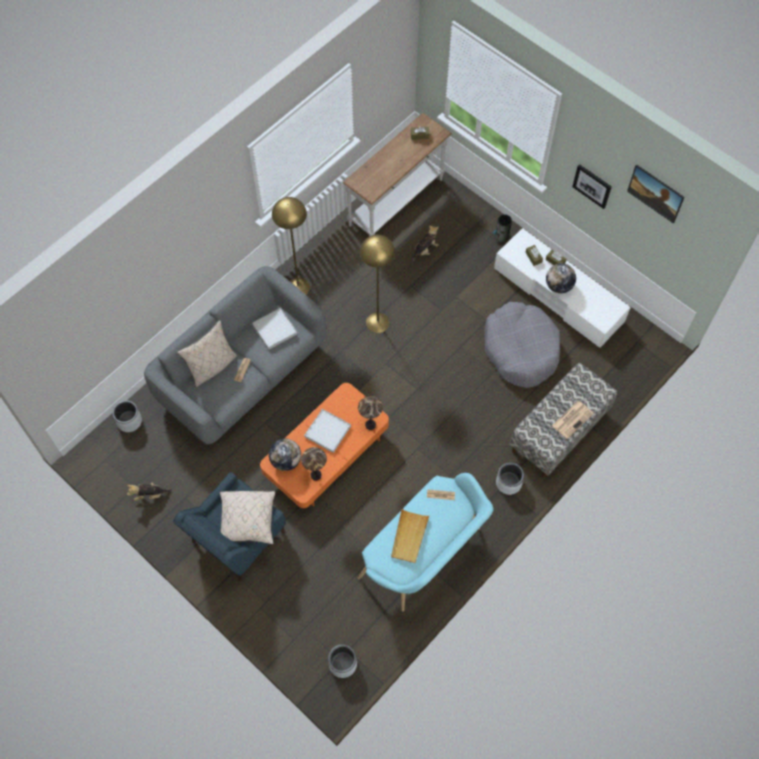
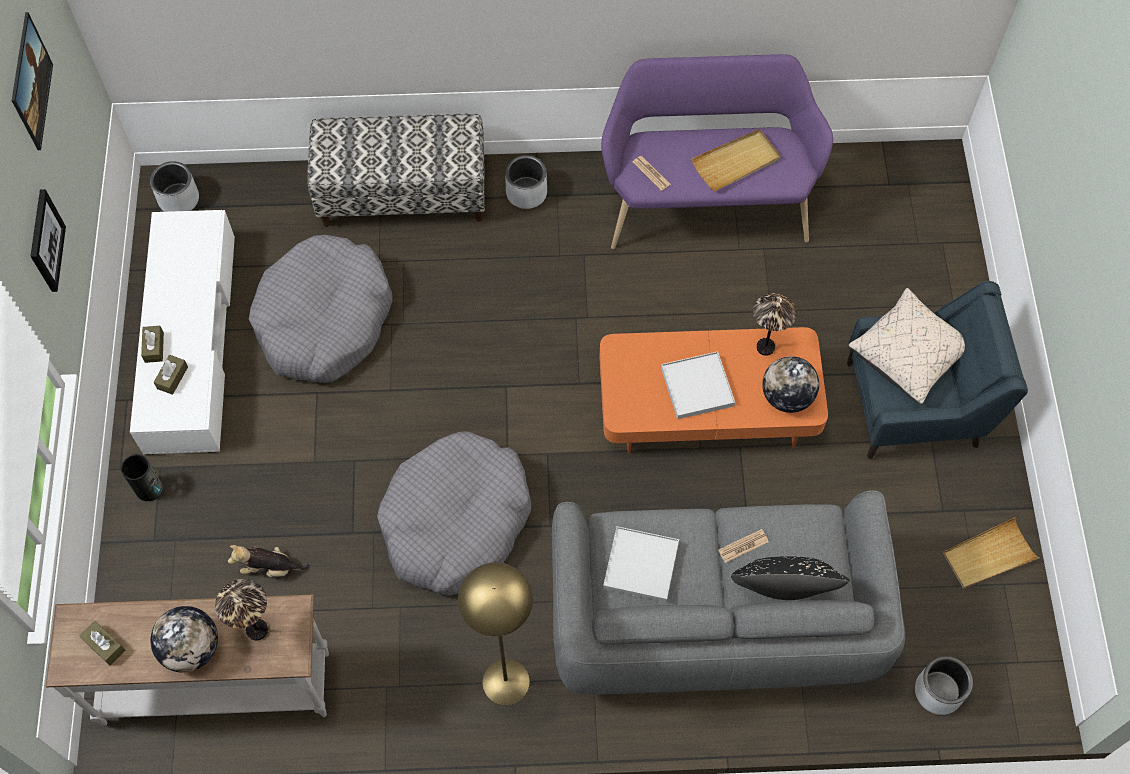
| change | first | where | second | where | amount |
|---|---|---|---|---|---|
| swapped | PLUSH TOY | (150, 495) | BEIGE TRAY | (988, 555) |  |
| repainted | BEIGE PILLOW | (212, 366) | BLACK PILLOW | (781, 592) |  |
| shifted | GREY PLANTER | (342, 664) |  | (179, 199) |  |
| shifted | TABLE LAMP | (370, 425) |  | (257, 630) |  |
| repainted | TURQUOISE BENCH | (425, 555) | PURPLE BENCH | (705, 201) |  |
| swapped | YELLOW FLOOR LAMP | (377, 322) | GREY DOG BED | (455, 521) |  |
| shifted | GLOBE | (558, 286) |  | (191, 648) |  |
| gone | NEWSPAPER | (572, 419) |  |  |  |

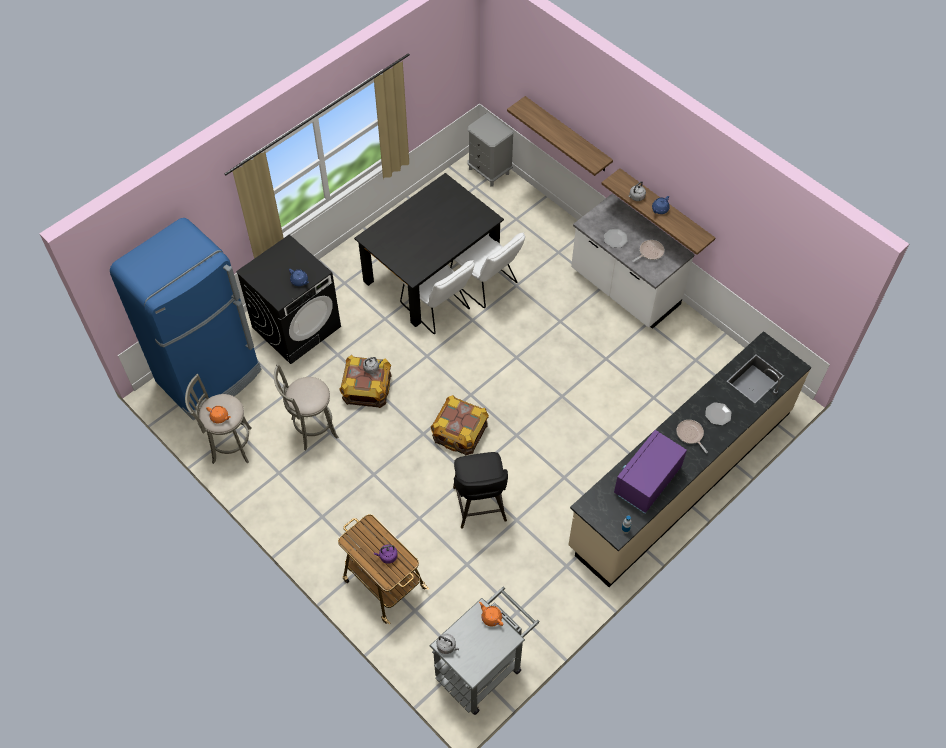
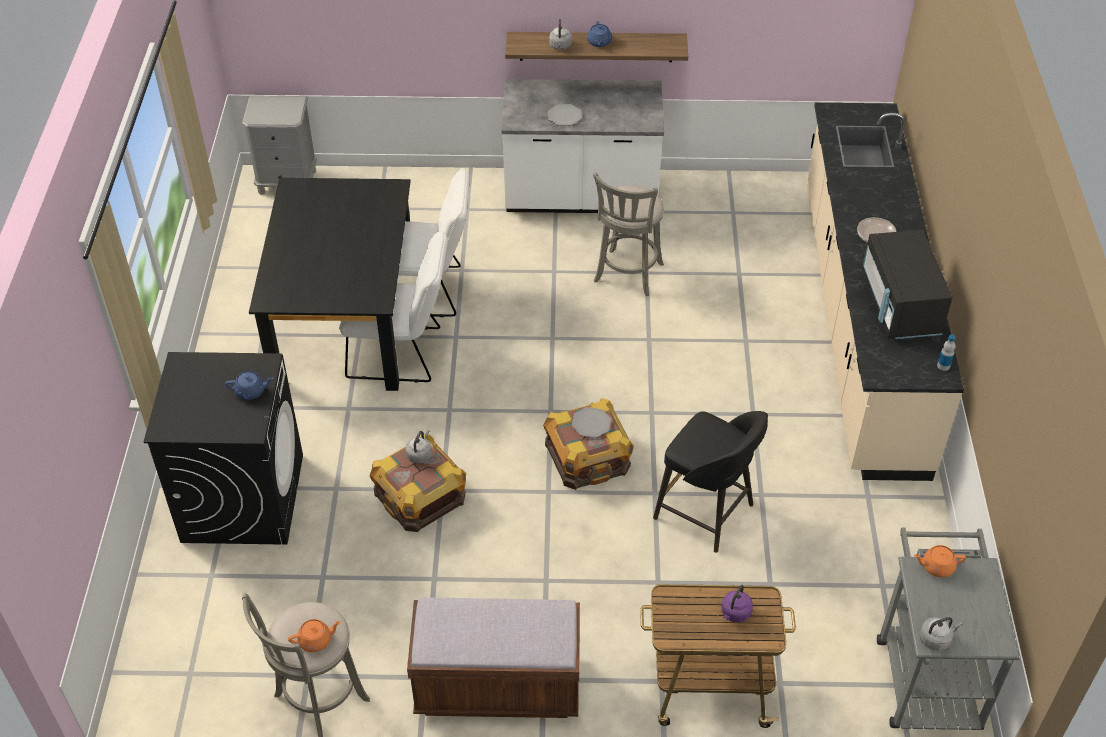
| change | first | where | second | where | amount |
|---|---|---|---|---|---|
| gone | BLUE FRIDGE | (210, 376) |  |  |  |
| shifted | GREY STOOL | (311, 429) |  | (627, 275) |  |
| gone | SHELF | (567, 135) |  |  |  |
| repainted | PURPLE MICROWAVE | (647, 481) | BLACK MICROWAVE | (899, 306) |  |
| gone | FRYING PAN | (650, 252) |  |  |  |
| shifted | PLATE | (718, 414) |  | (591, 423) |  |
| new |  |  | BROWN BENCH | (497, 686) |  |

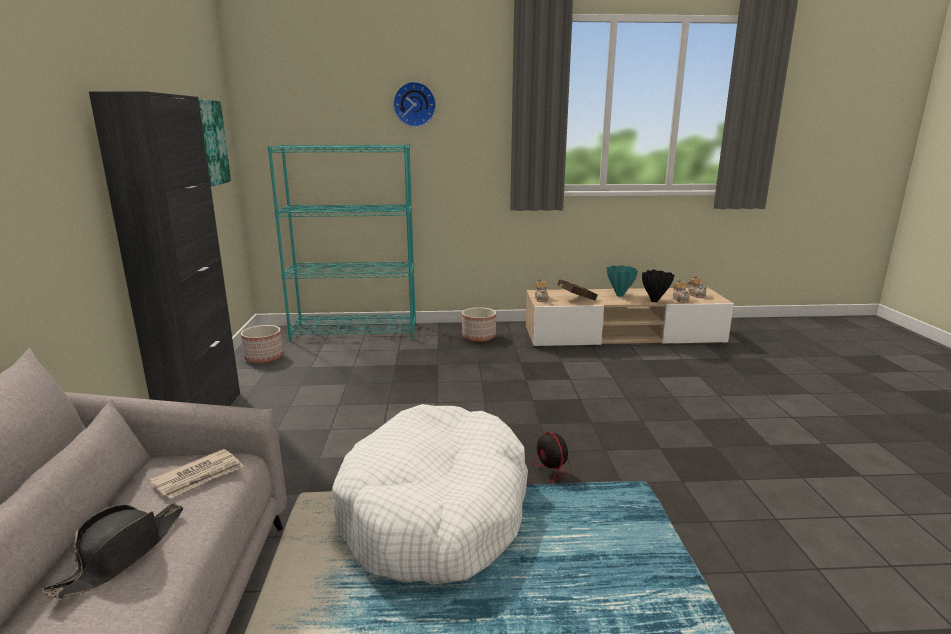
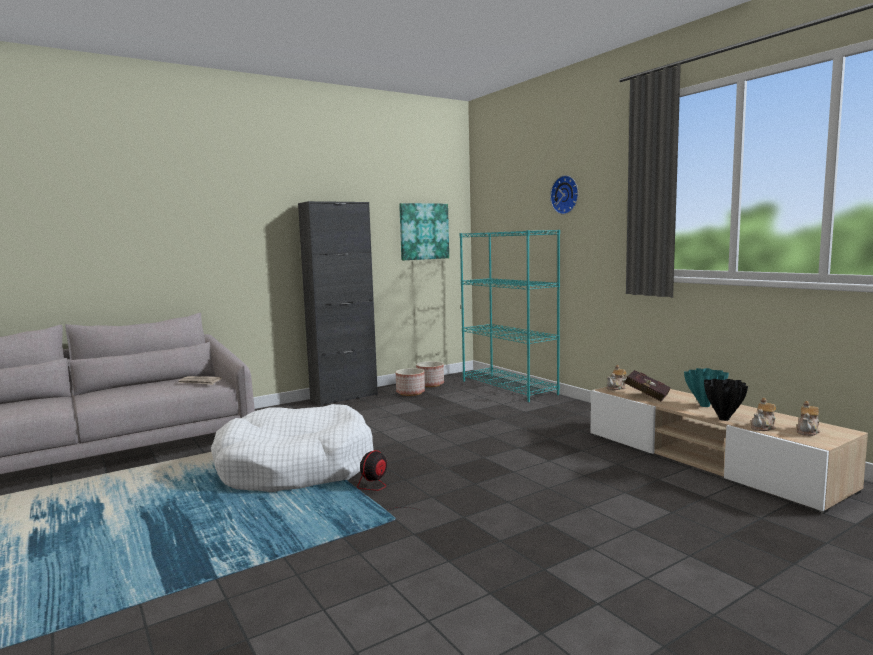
| change | first | where | second | where | amount |
|---|---|---|---|---|---|
| gone | BLACK HAT | (123, 554) |  |  |  |
| shifted | PLANTER | (478, 337) |  | (410, 393) |  |

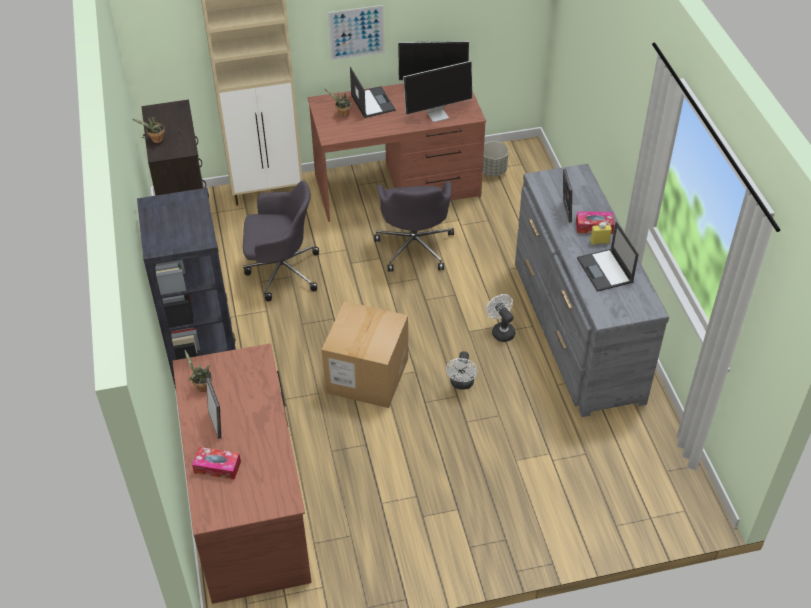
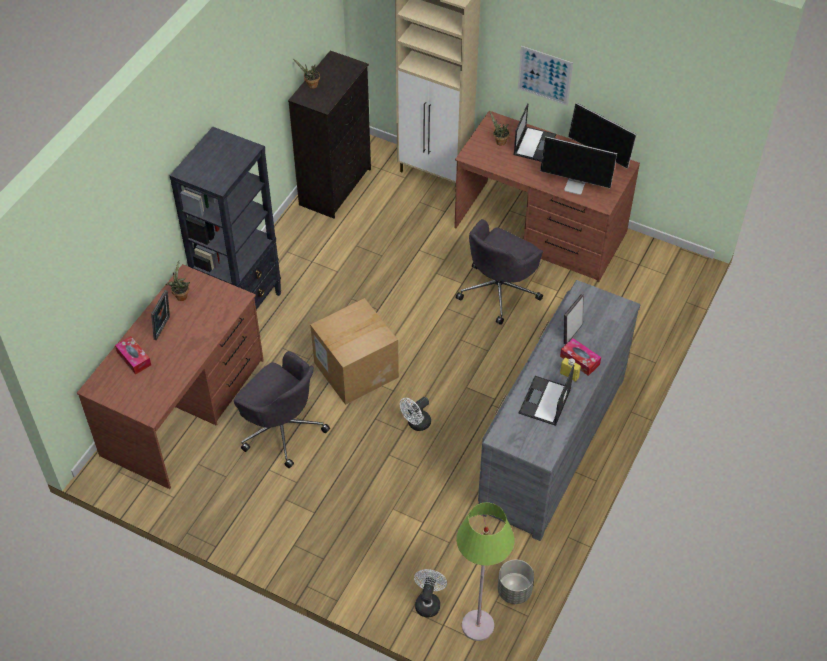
| change | first | where | second | where | amount |
|---|---|---|---|---|---|
| shifted | GREY OFFICE CHAIR | (281, 271) |  | (281, 428) |  |
| shifted | GREY PLANTER | (493, 170) |  | (514, 591) |  |
| shifted | WHITE FAN | (501, 331) |  | (428, 602) |  |
| new |  |  | GREEN FLOOR LAMP | (477, 625) |  |

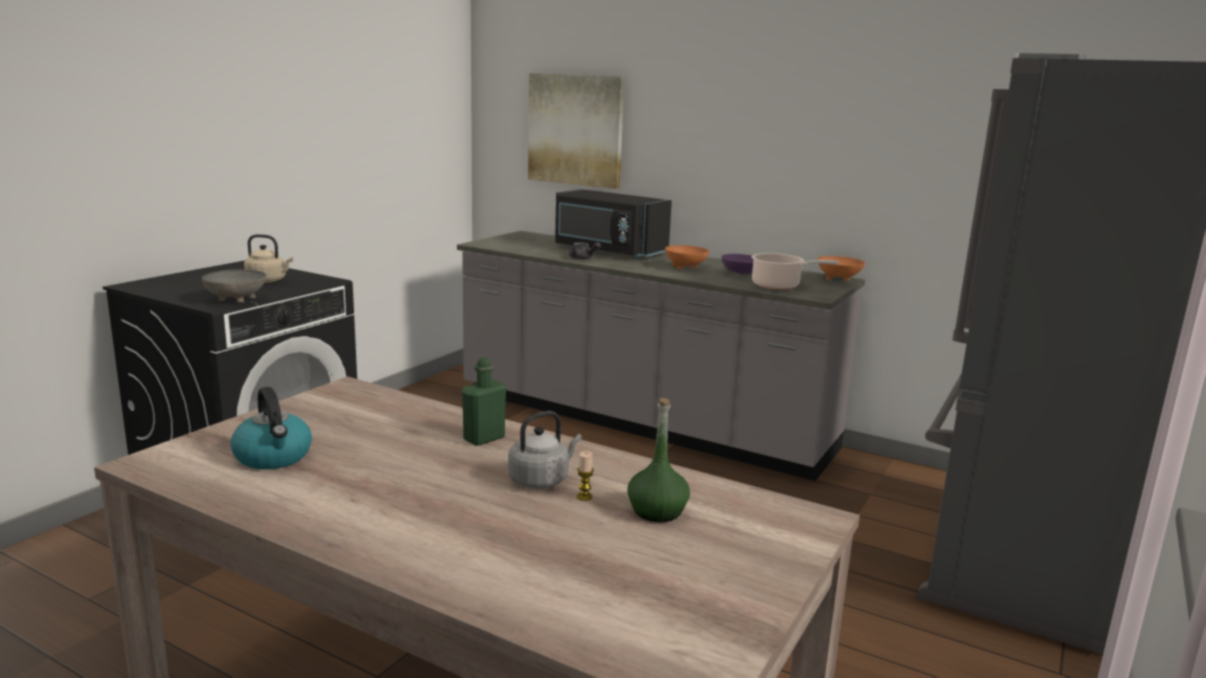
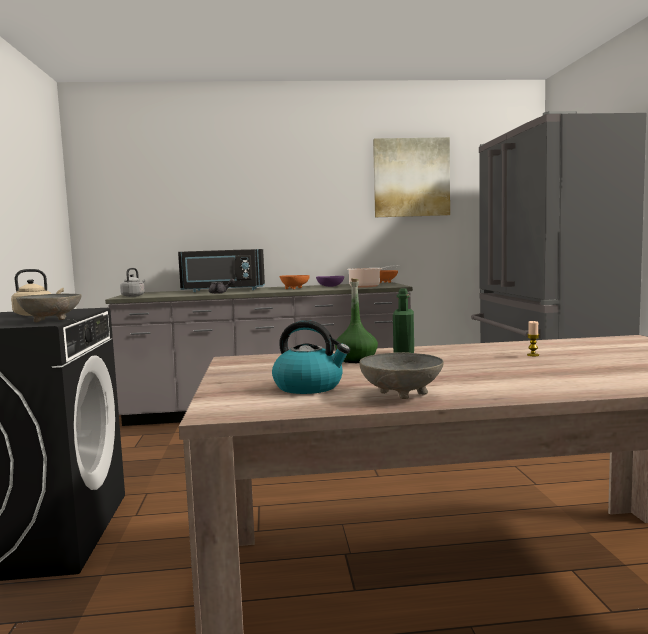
| change | first | where | second | where | amount |
|---|---|---|---|---|---|
| shifted | GREY KETTLE | (541, 480) |  | (134, 296) |  |
| shifted | PICTURE | (575, 130) |  | (411, 177) |  |
| shifted | GREEN BOTTLE | (657, 511) |  | (356, 360) |  |
| new |  |  | GREY BOWL | (399, 395) |  |

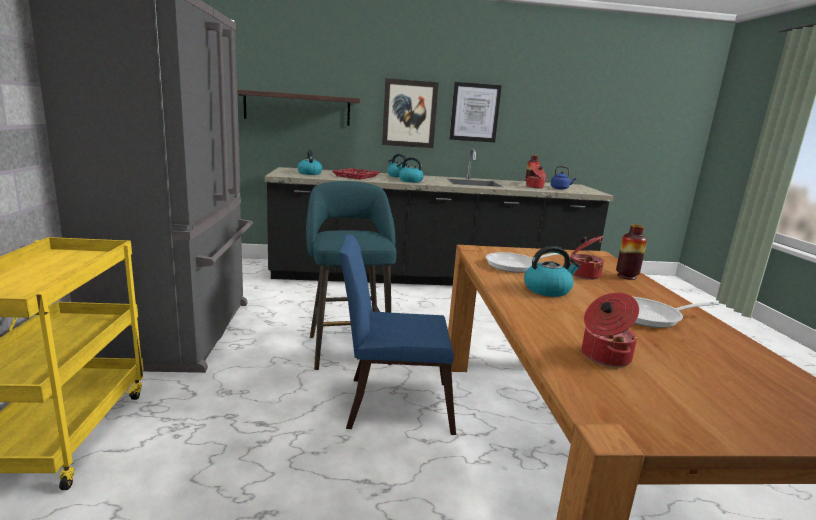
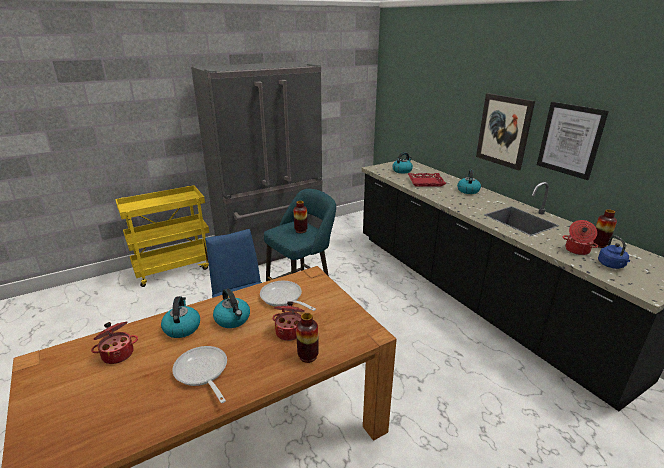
| change | first | where | second | where | amount |
|---|---|---|---|---|---|
| gone | SHELF | (297, 108) |  |  |  |
| shifted | KETTLE | (410, 181) |  | (182, 328) |  |
| new |  |  | VASE | (301, 231) |  |

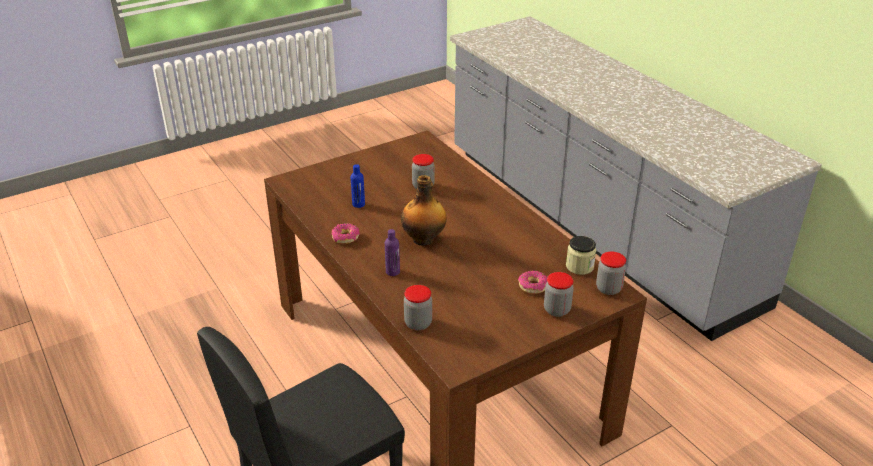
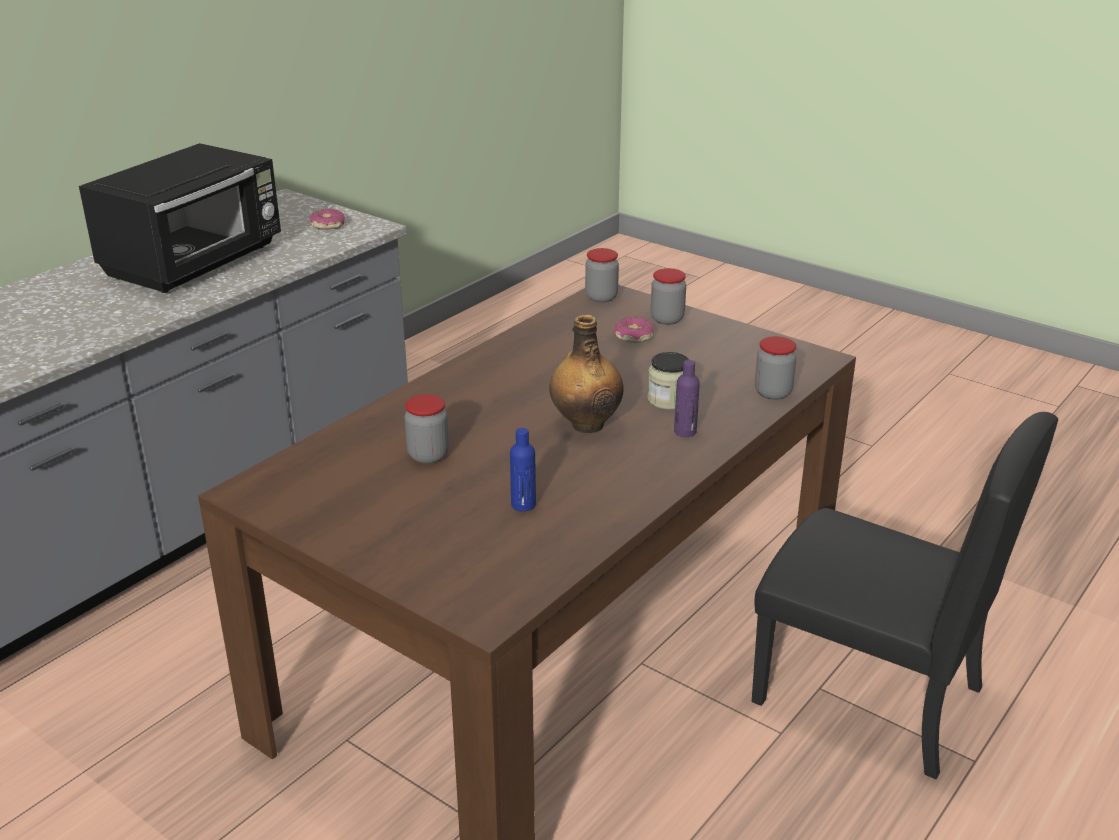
| change | first | where | second | where | amount |
|---|---|---|---|---|---|
| shifted | DONUT | (346, 237) |  | (328, 225) |  |
| shifted | JAR | (579, 266) |  | (668, 400) |  |
| new |  |  | BLACK MICROWAVE | (196, 262) |  |

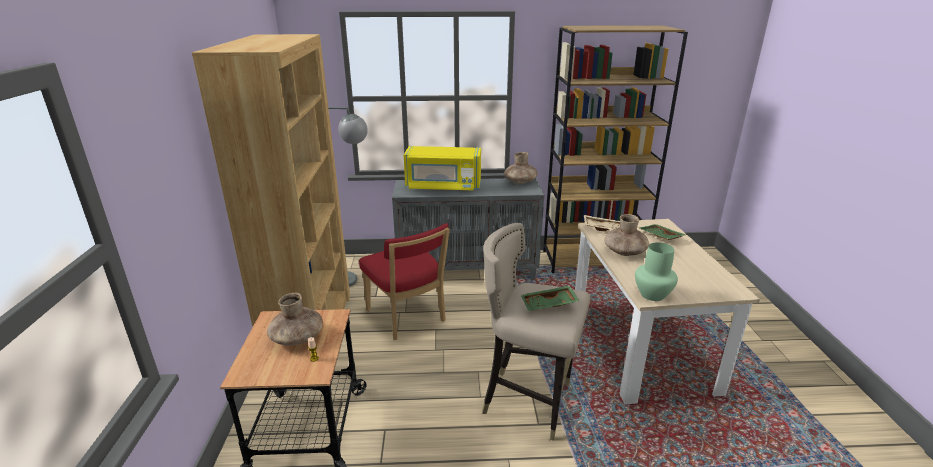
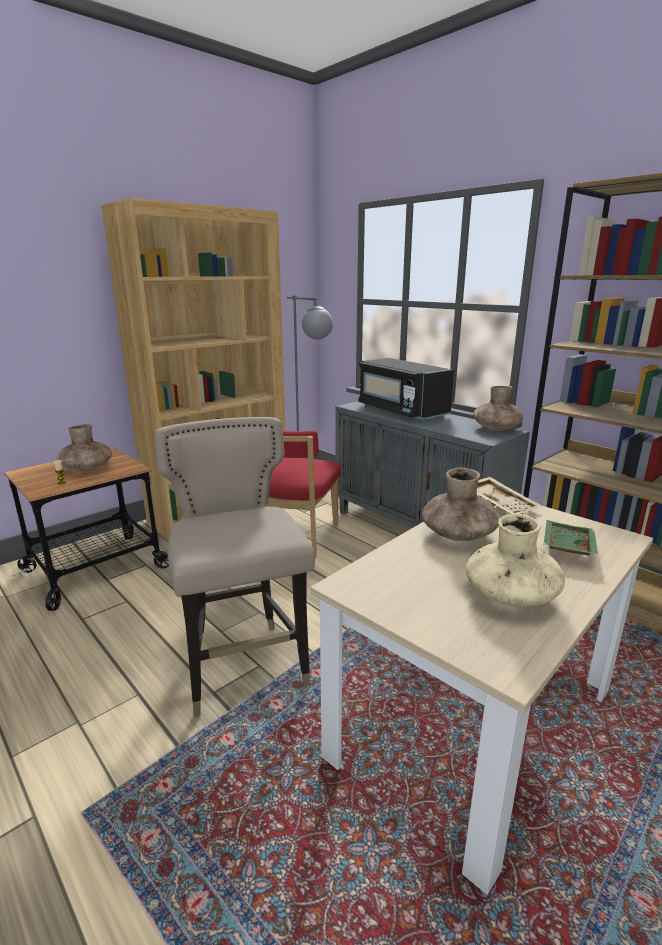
| change | first | where | second | where | amount |
|---|---|---|---|---|---|
| repainted | YELLOW MICROWAVE | (443, 186) | BLACK MICROWAVE | (401, 411) |  |
| gone | GREEN TRAY | (549, 305) |  |  |  |
| gone | GREEN VASE | (653, 294) |  |  |  |
| new |  |  | BEIGE VASE | (510, 595) |  |

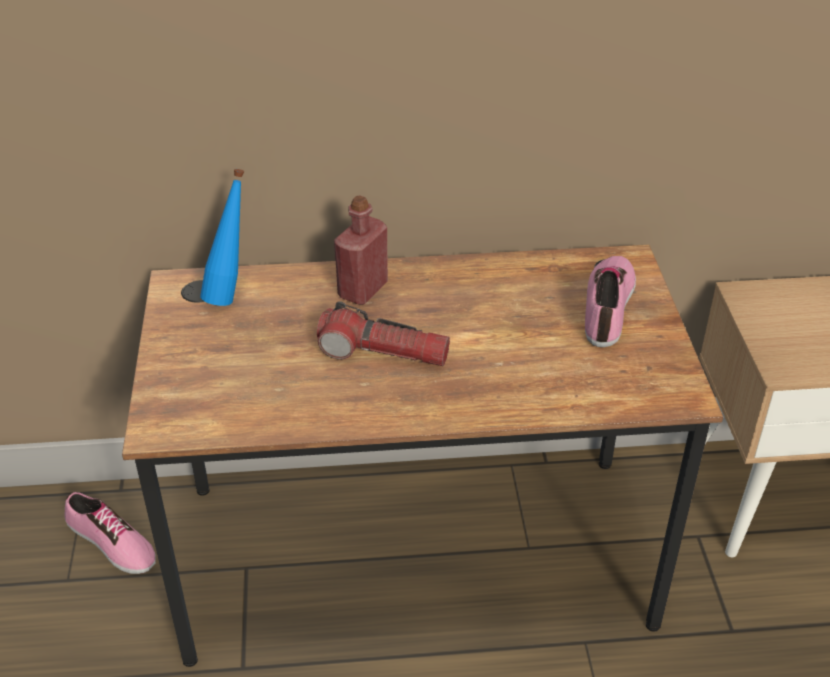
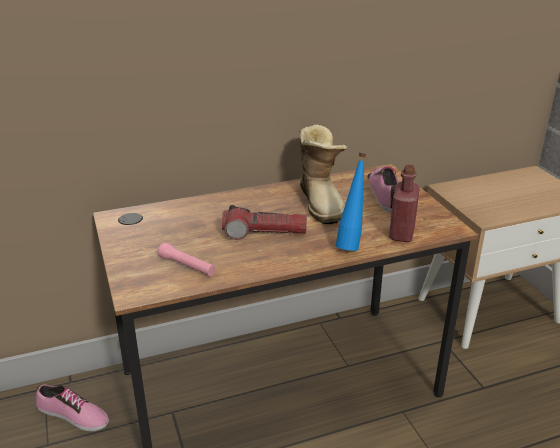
| change | first | where | second | where | amount |
|---|---|---|---|---|---|
| shifted | BLUE BOTTLE | (231, 294) |  | (350, 244) |  |
| shifted | RED BOTTLE | (362, 290) |  | (401, 234) |  |
| new |  |  | PINK FLASHLIGHT | (187, 266) |  |
| new |  |  | BOOT | (322, 202) |  |

